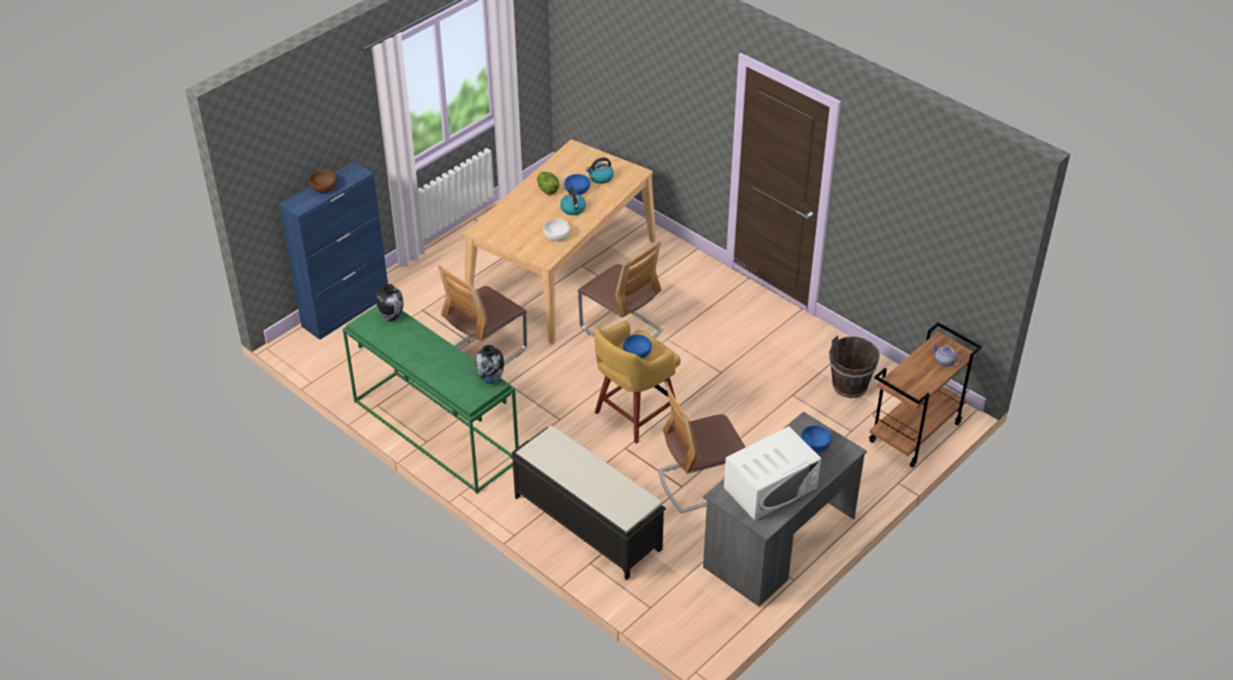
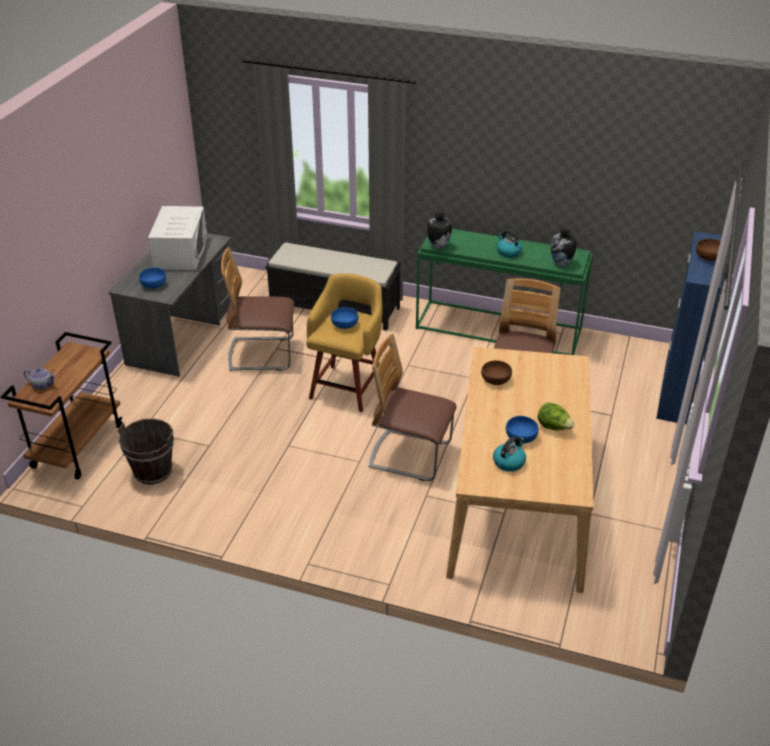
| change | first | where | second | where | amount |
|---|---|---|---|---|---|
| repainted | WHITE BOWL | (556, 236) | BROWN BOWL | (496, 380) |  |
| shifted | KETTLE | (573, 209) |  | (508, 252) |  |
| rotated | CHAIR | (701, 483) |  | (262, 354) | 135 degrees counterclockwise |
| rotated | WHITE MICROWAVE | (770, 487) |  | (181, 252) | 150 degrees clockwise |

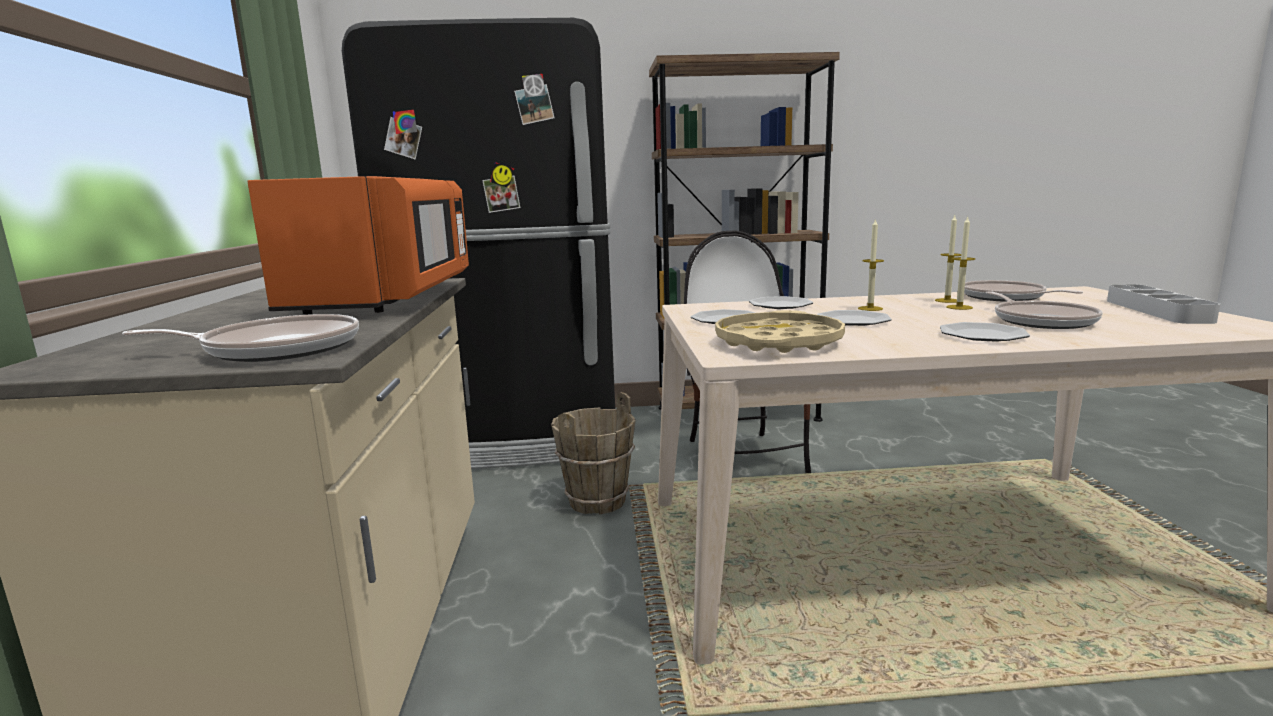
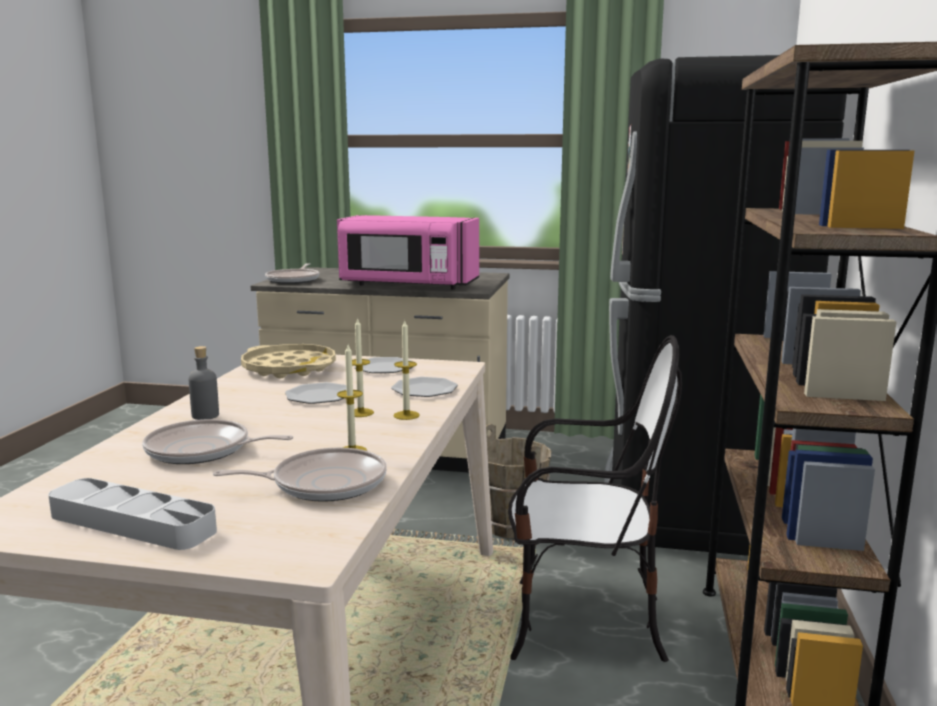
| change | first | where | second | where | amount |
|---|---|---|---|---|---|
| repainted | ORANGE MICROWAVE | (387, 298) | PINK MICROWAVE | (407, 285) |  |
| swapped | PLATE | (981, 335) | GREY BOTTLE | (205, 415) |  |
| shifted | CANDLE | (959, 307) |  | (406, 415) |  |

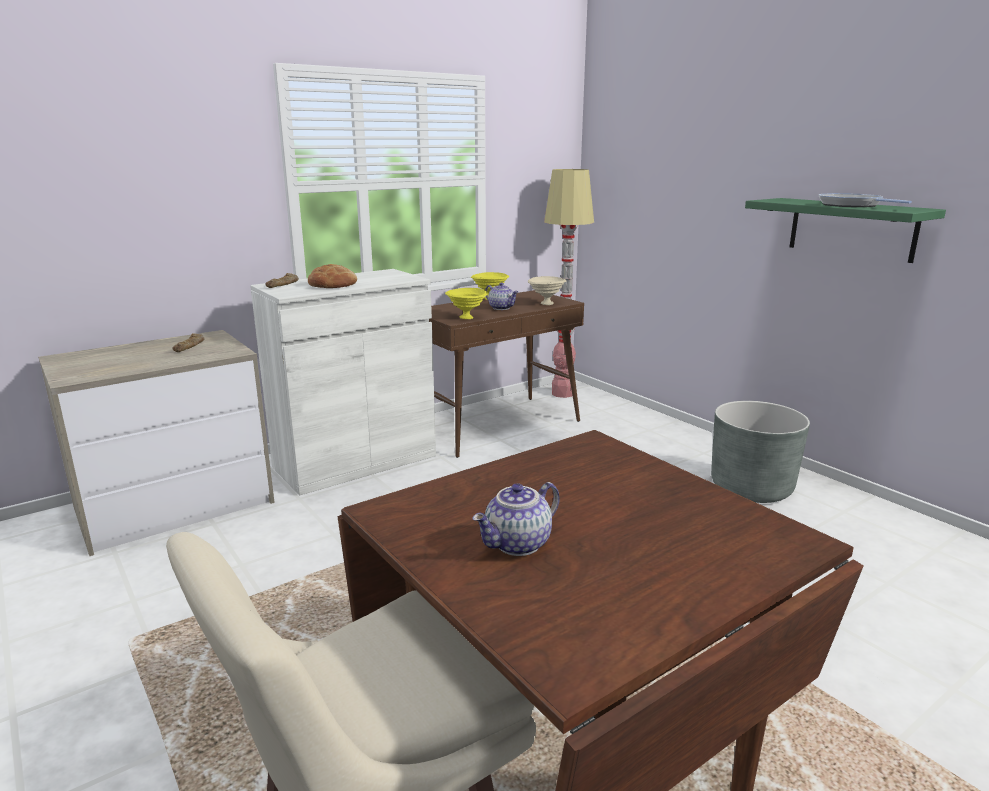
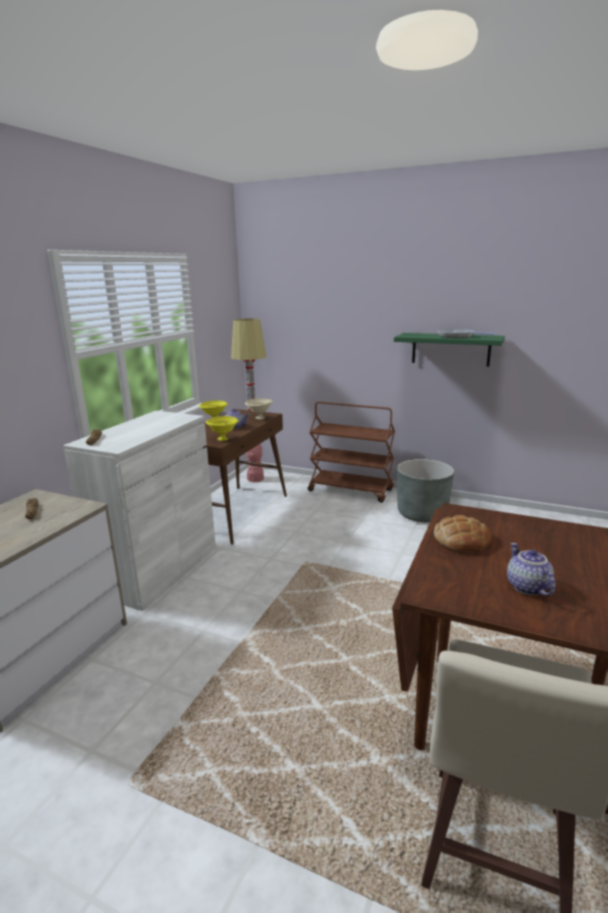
| change | first | where | second | where | amount |
|---|---|---|---|---|---|
| shifted | BREAD | (333, 284) |  | (461, 539) |  |
| rotated | TEAPOT | (518, 545) |  | (526, 587) | 150 degrees clockwise |
| new |  |  | BROWN CART | (351, 490) |  |

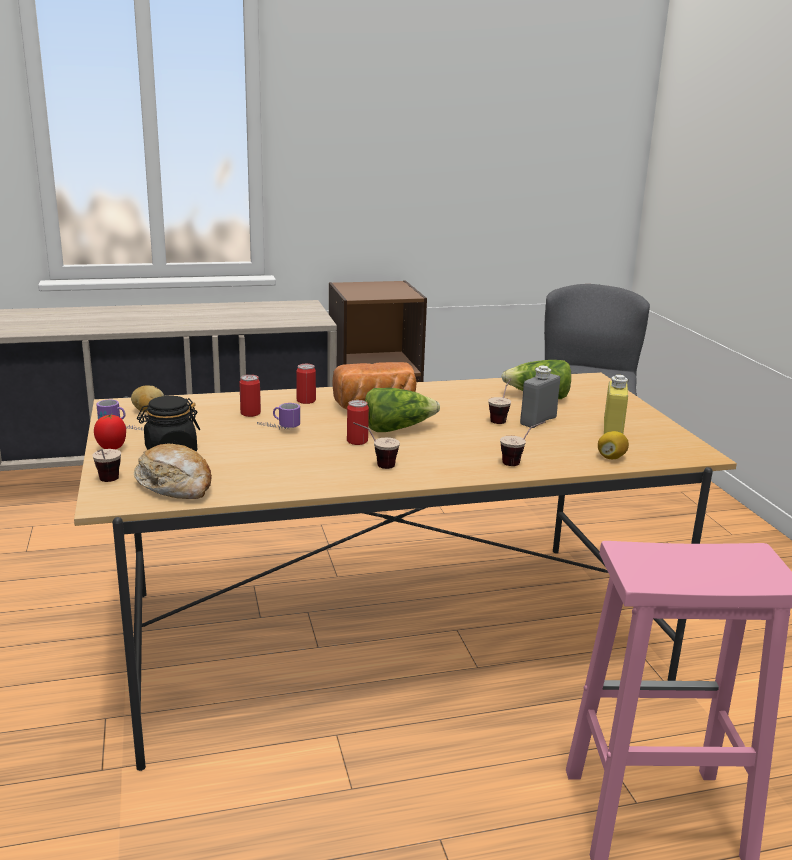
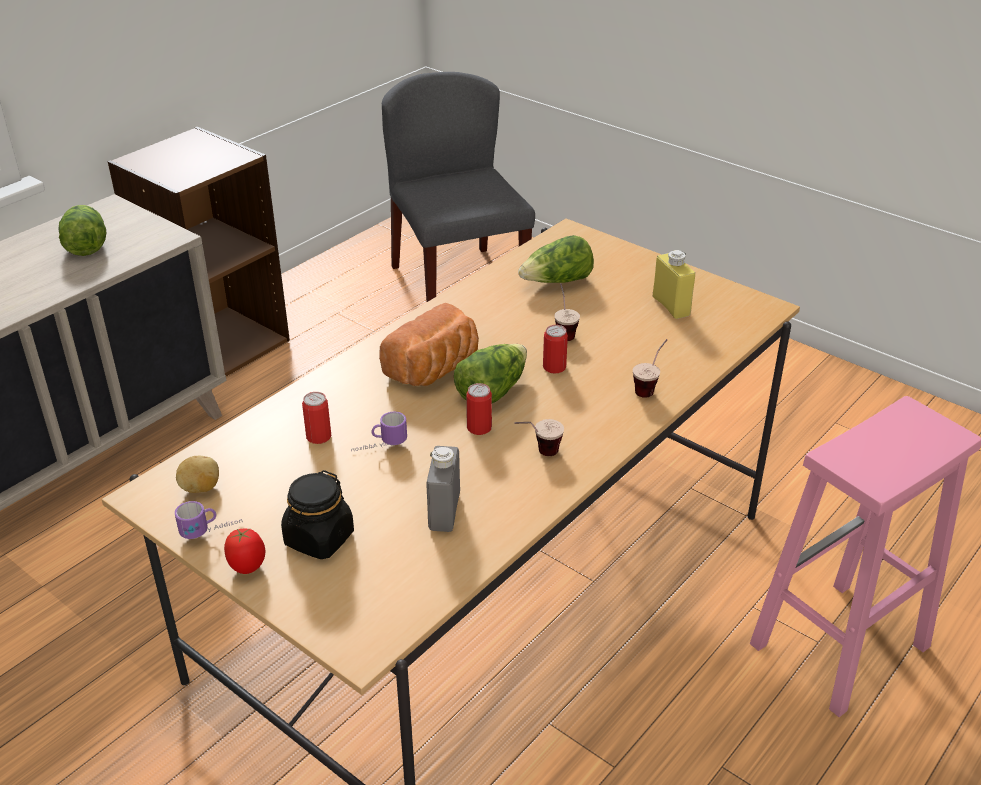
| change | first | where | second | where | amount |
|---|---|---|---|---|---|
| gone | CUP | (107, 483) |  |  |  |
| gone | BREAD | (176, 485) |  |  |  |
| shifted | CAN | (306, 401) |  | (554, 367) |  |
| shifted | GREY BOTTLE | (538, 421) |  | (444, 511) |  |
| gone | LEMON | (611, 457) |  |  |  |
| new |  |  | LETTUCE | (85, 245) |  |

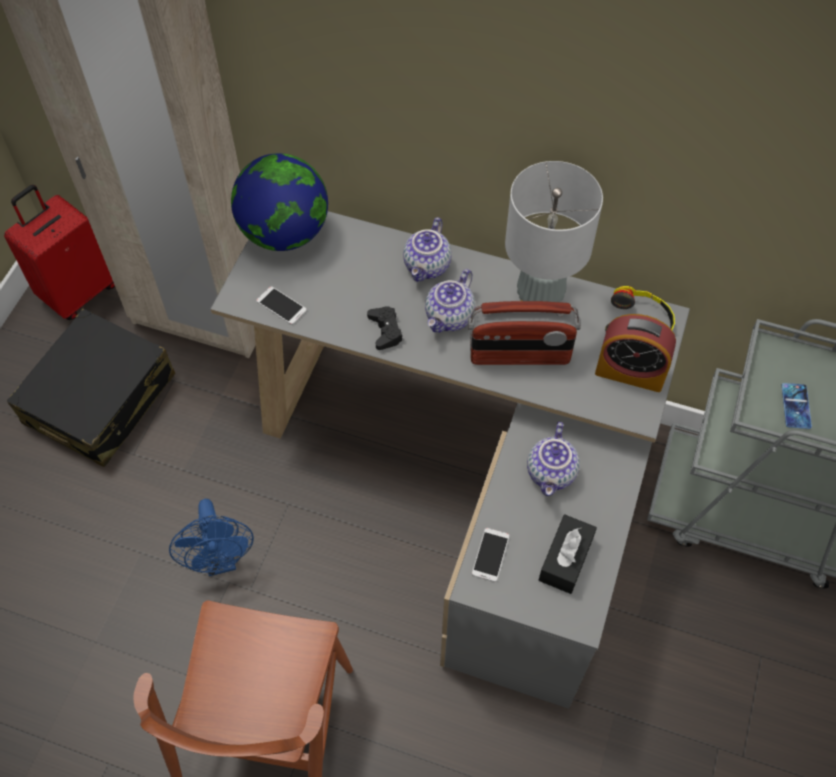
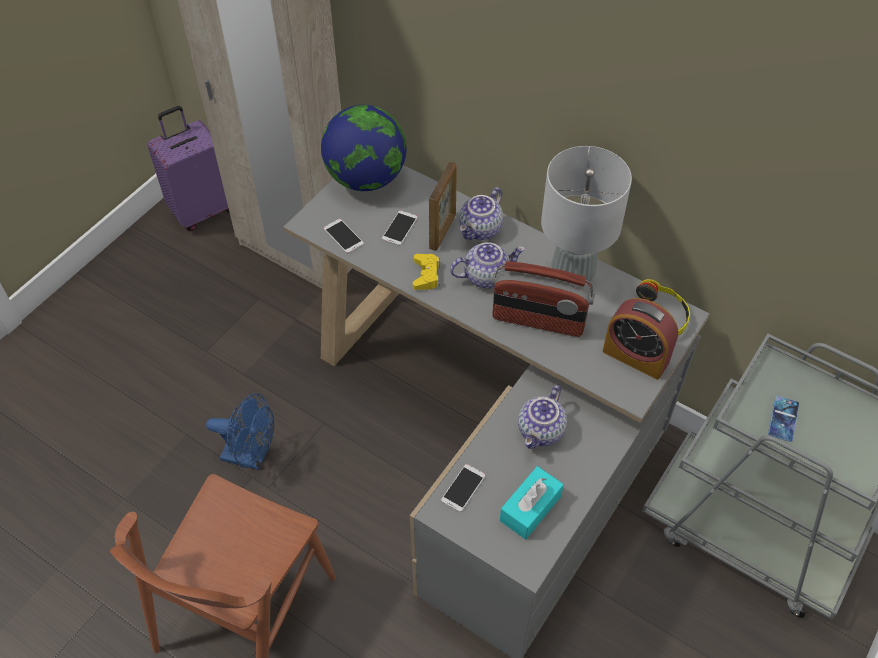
| change | first | where | second | where | amount |
|---|---|---|---|---|---|
| repainted | RED SUITCASE | (77, 293) | PURPLE SUITCASE | (202, 210) |  |
| gone | BLACK SUITCASE | (101, 399) |  |  |  |
| rotated | BLUE FAN | (221, 560) |  | (251, 456) | 75 degrees counterclockwise |
| repainted | BLACK GAME CONTROLLER | (385, 331) | YELLOW GAME CONTROLLER | (426, 275) |  |
| rotated | TEAPOT | (450, 317) |  | (486, 276) | 150 degrees counterclockwise |
| repainted | BLACK TISSUE BOX | (565, 559) | TURQUOISE TISSUE BOX | (530, 508) |  |
| new |  |  | PHONE | (400, 228) |  |
| new |  |  | PICTURE FRAME | (443, 231) |  |

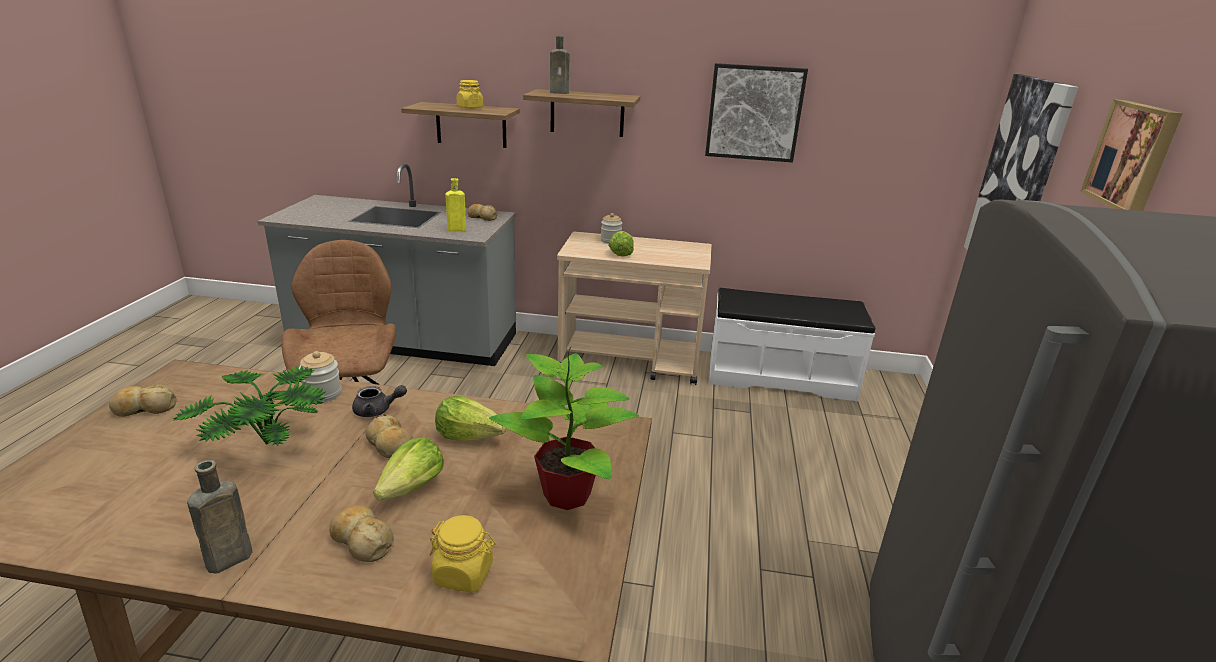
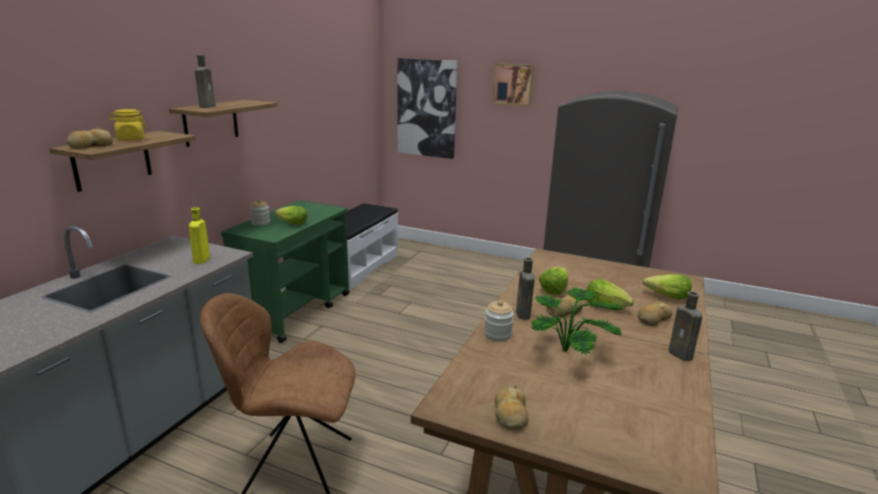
| change | first | where | second | where | amount |
|---|---|---|---|---|---|
| swapped | GREY TEAPOT | (377, 410) | BROWN BOTTLE | (523, 315) |  |
| swapped | YELLOW JAR | (464, 574) | LETTUCE | (667, 297) |  |
| shifted | BREAD | (482, 217) |  | (90, 146) |  |
| gone | POTTED PLANT | (568, 494) |  |  |  |
| repainted | BEIGE CART | (631, 361) | GREEN CART | (295, 310) |  |
| gone | PICTURE | (754, 113) |  |  |  |

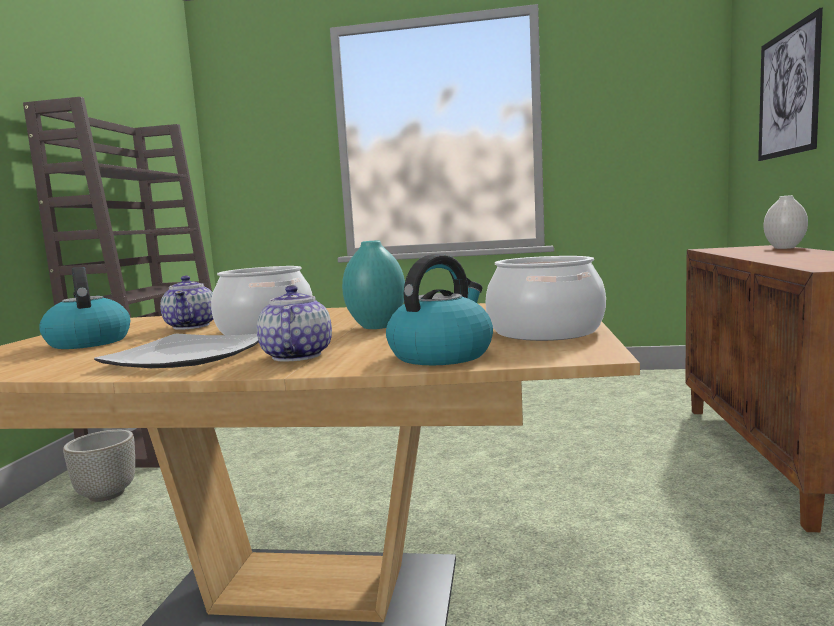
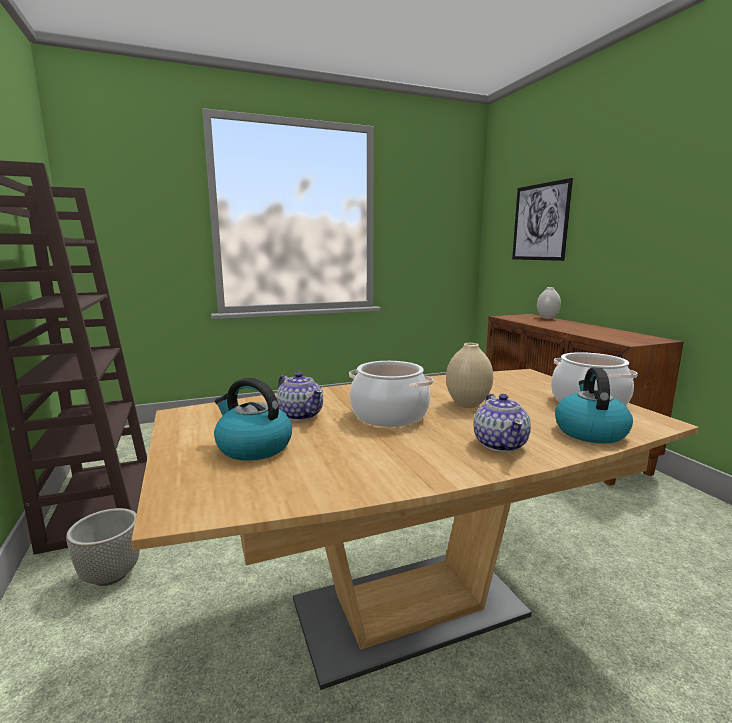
| change | first | where | second | where | amount |
|---|---|---|---|---|---|
| gone | PLATE | (189, 356) |  |  |  |
| rotated | TEAPOT | (296, 356) |  | (500, 444) | 150 degrees counterclockwise |
| repainted | TURQUOISE VASE | (375, 327) | BEIGE VASE | (467, 405) |  |

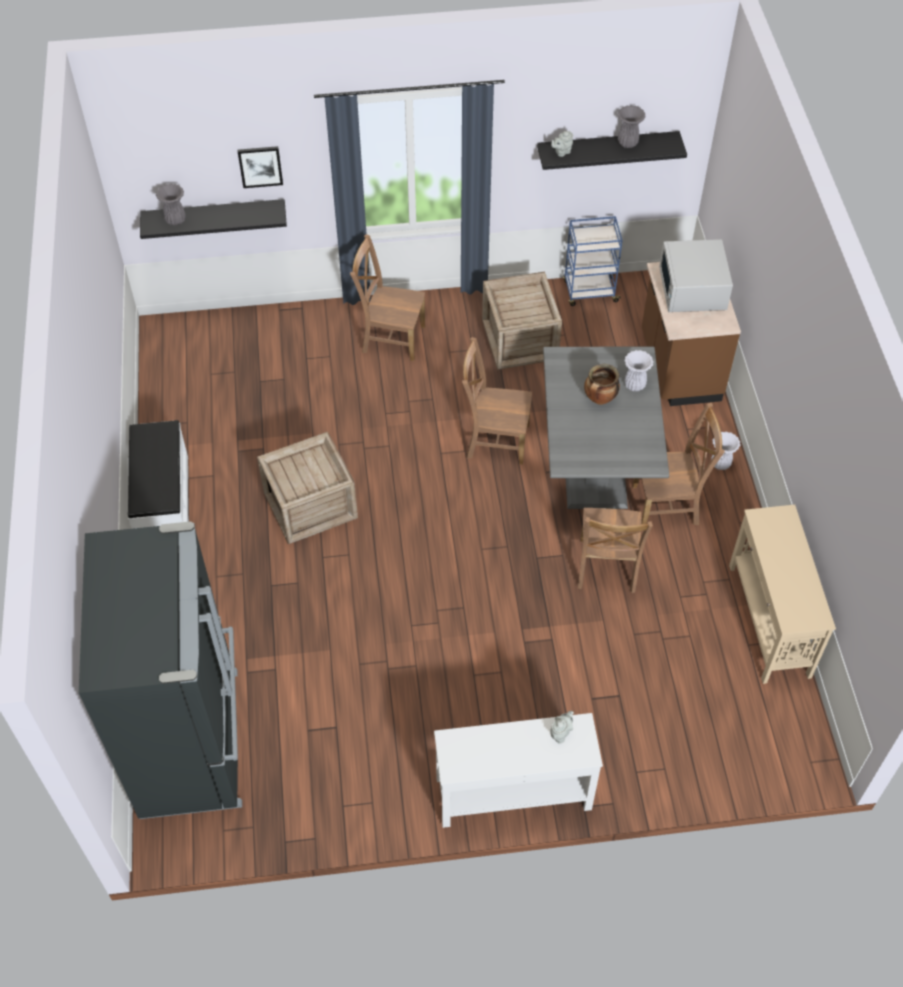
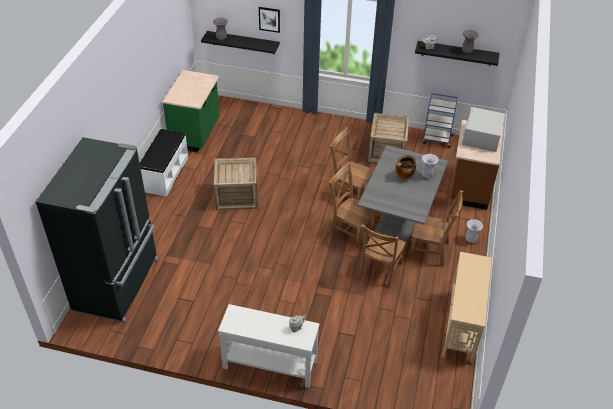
| change | first | where | second | where | amount |
|---|---|---|---|---|---|
| shifted | BROWN CHAIR | (390, 338) |  | (350, 231) |  |
| new |  |  | GREEN COUNTER | (196, 134) |  |

